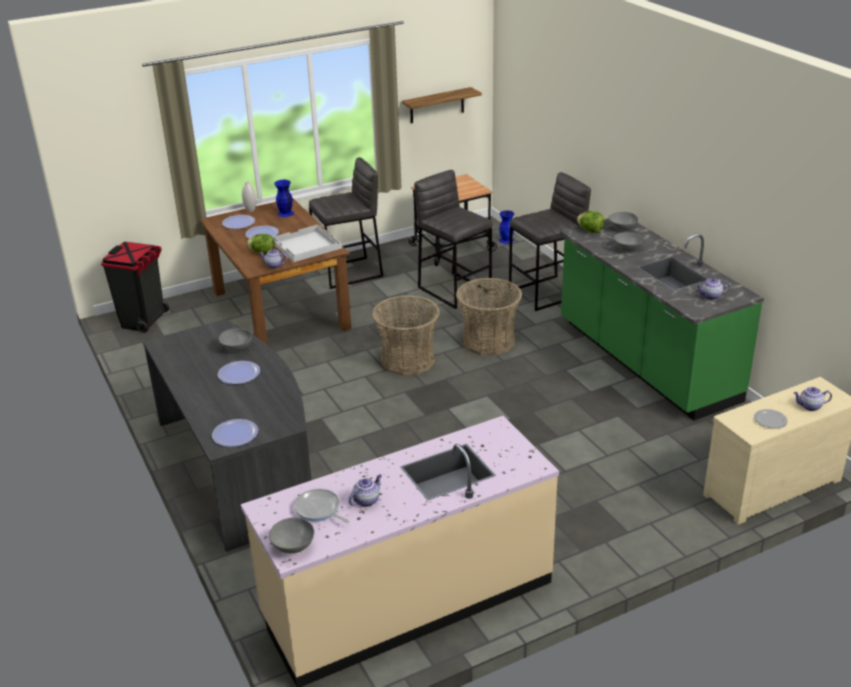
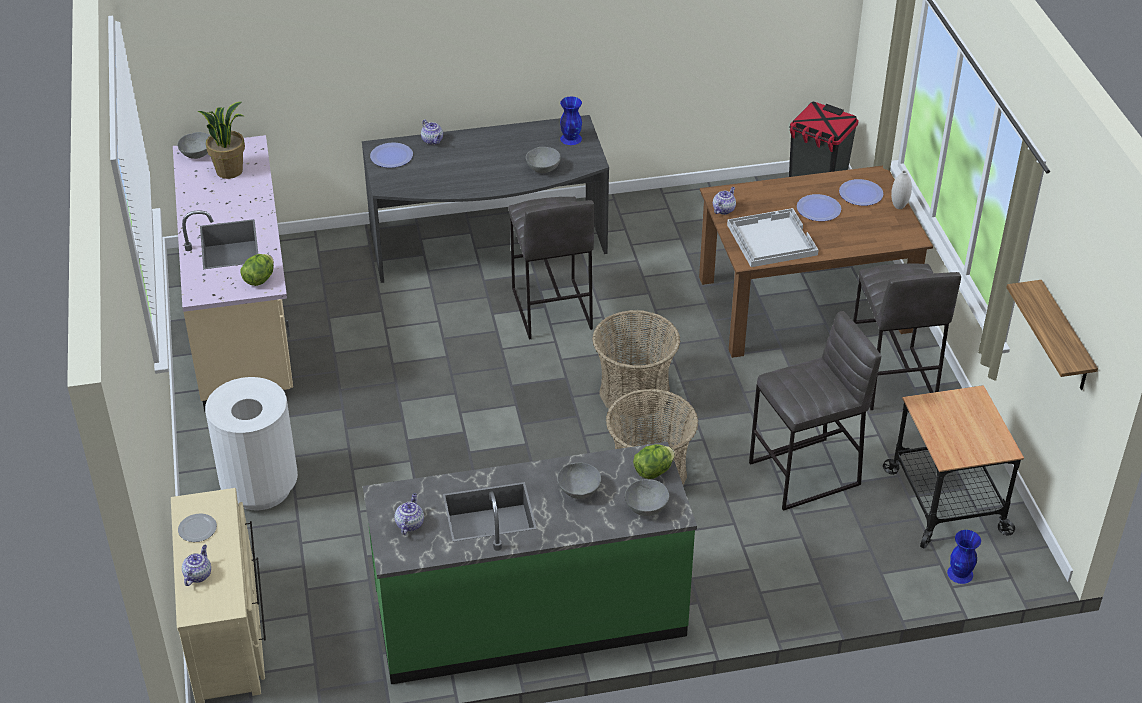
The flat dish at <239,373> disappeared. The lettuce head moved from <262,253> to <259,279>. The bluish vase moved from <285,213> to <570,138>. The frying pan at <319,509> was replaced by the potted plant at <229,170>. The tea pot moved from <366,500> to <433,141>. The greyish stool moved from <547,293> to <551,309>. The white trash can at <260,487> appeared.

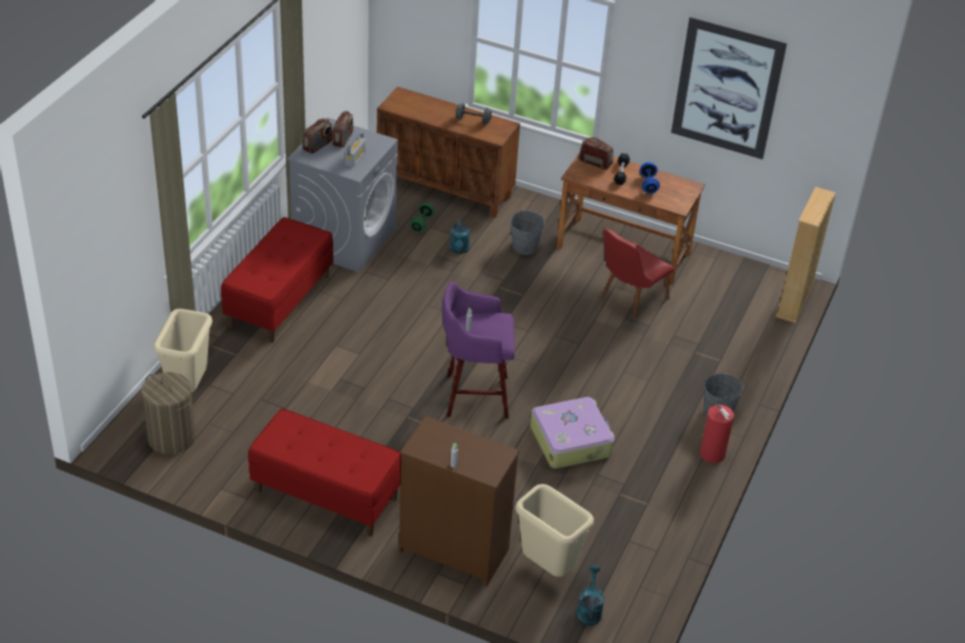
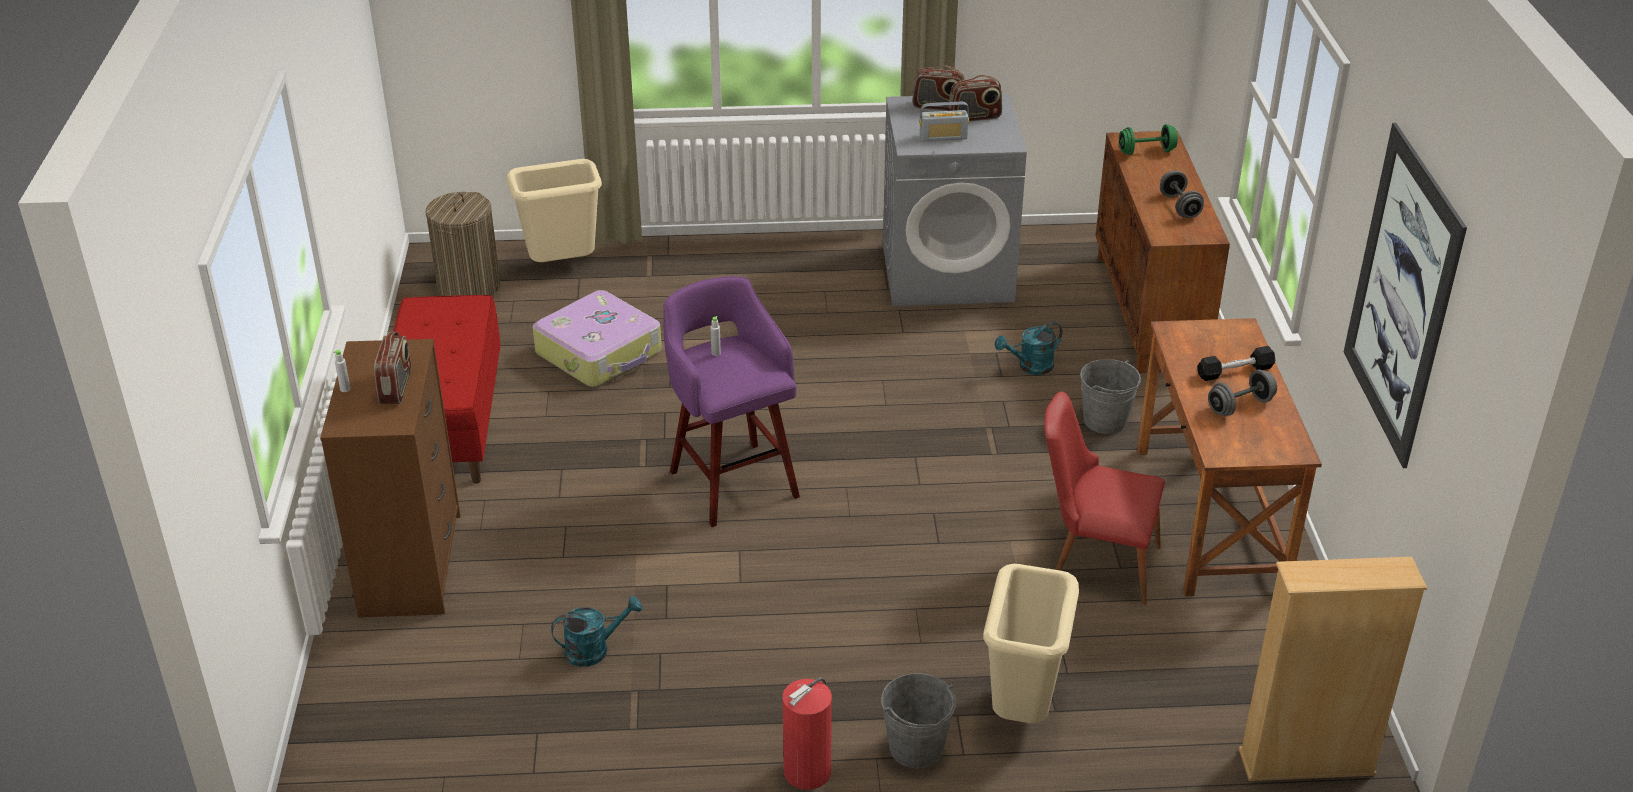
The red long seat at <279,301> disappeared. The green-coloured hand weight moved from <422,224> to <1146,151>. The beige trash can moved from <548,568> to <1022,711>. The piece of luggage moved from <571,440> to <600,353>. The blue-green watering can moved from <589,610> to <594,649>. The radio receiver moved from <595,163> to <396,387>. The bluish hand weight at <648,185> became the greyish hand weight at <1240,406>.

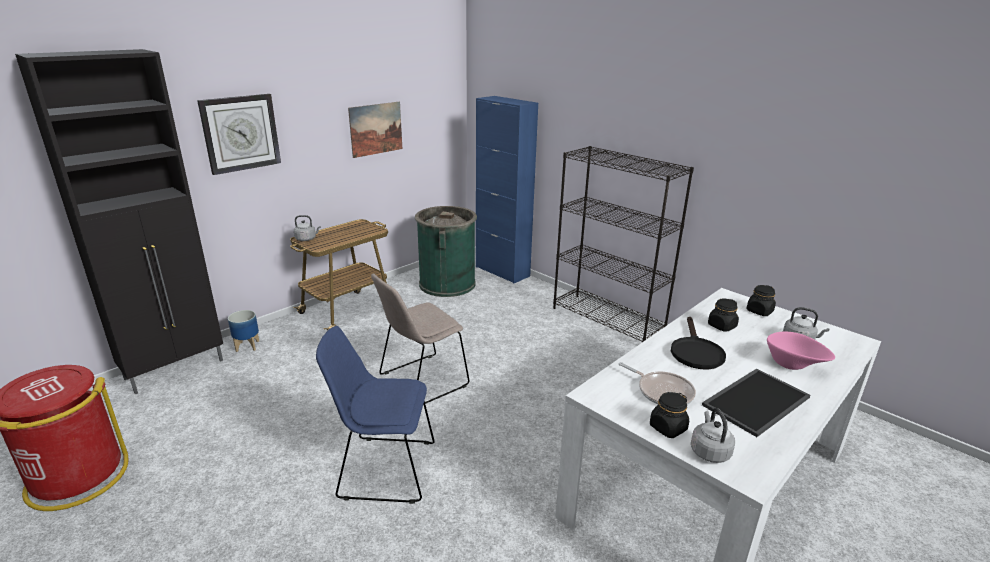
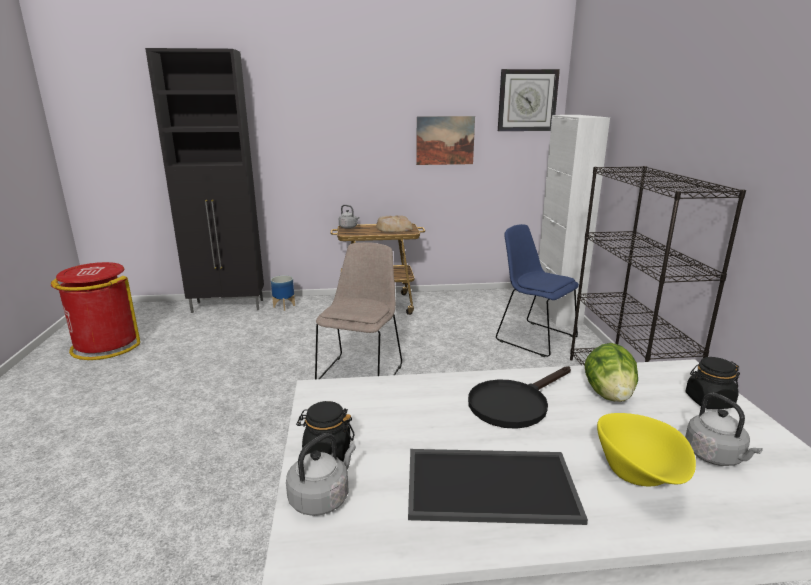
The wall clock moved from <240,133> to <527,100>. The bluish chair moved from <383,469> to <533,337>. The beige chair at <421,381> turned 105 degrees clockwise. The green-coloured trash can at <447,284> disappeared. The bluish storage cabinet at <502,271> became the white storage cabinet at <557,313>. The frying pan at <662,391> disappeared. The blackish preserve jar at <721,326> was replaced by the lettuce head at <609,394>. The pinkish deep dish at <793,365> became the yellow-coloured deep dish at <640,478>. The baked bread at <393,228> appeared.

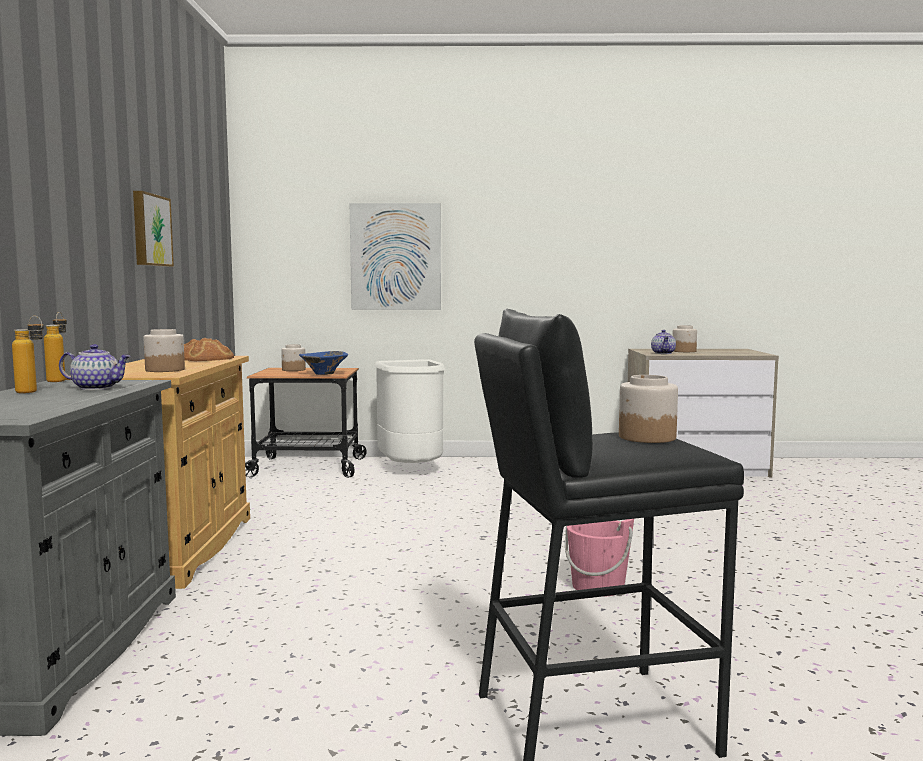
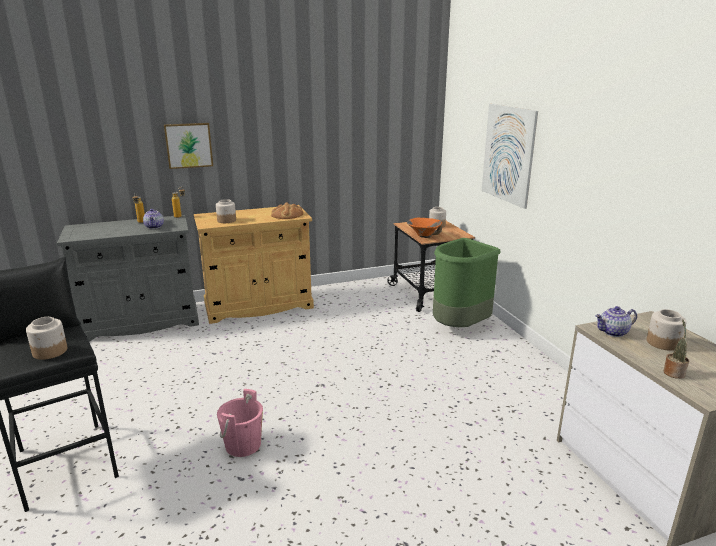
The wall picture moved from <150,230> to <188,145>. The bluish deep dish at <323,374> became the orangey deep dish at <424,236>. The white trash can at <412,470> became the green-coloured trash can at <459,327>. The potted plant at <673,372> appeared.

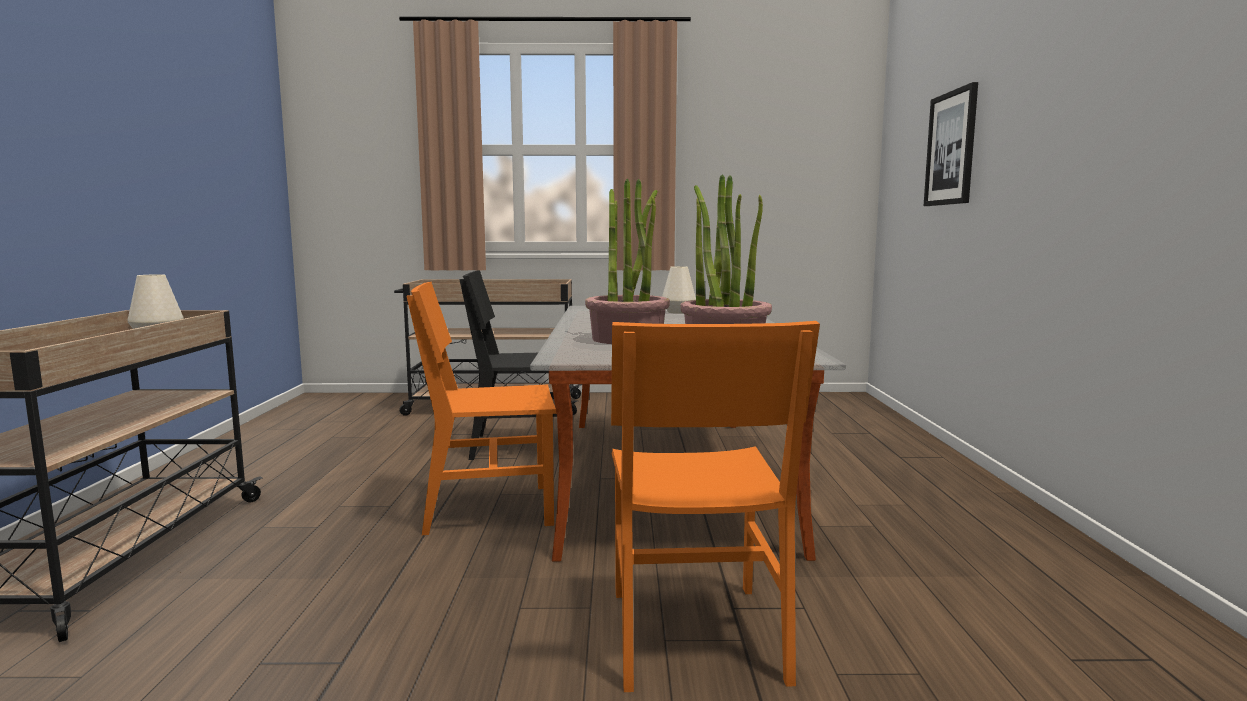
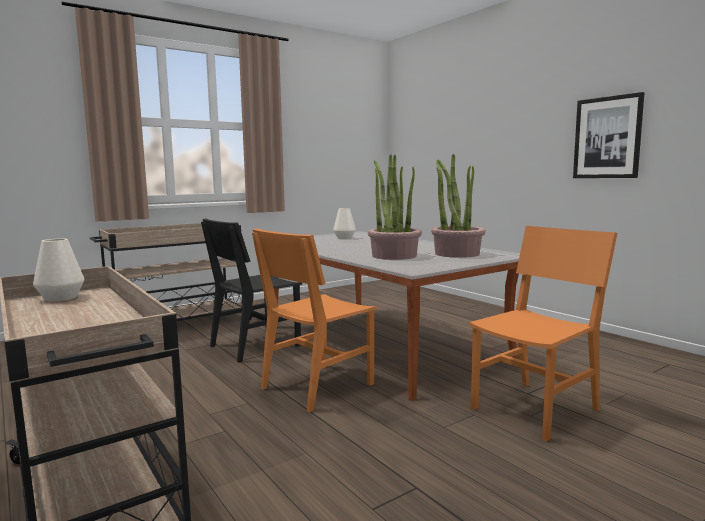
The orangey chair at <694,634> turned 90 degrees counterclockwise. The wall picture moved from <951,148> to <607,137>.

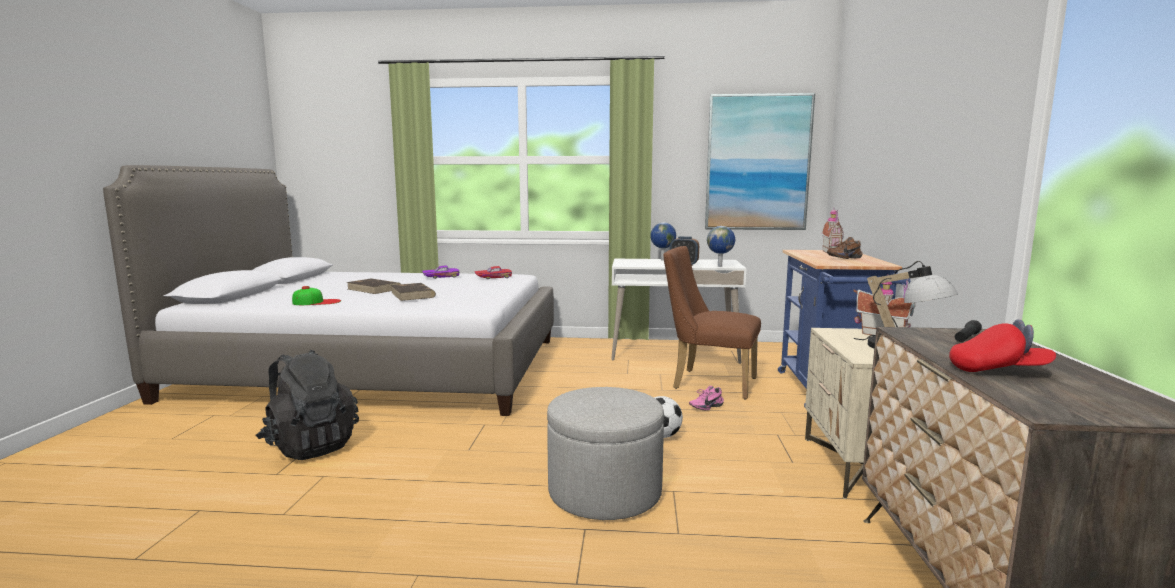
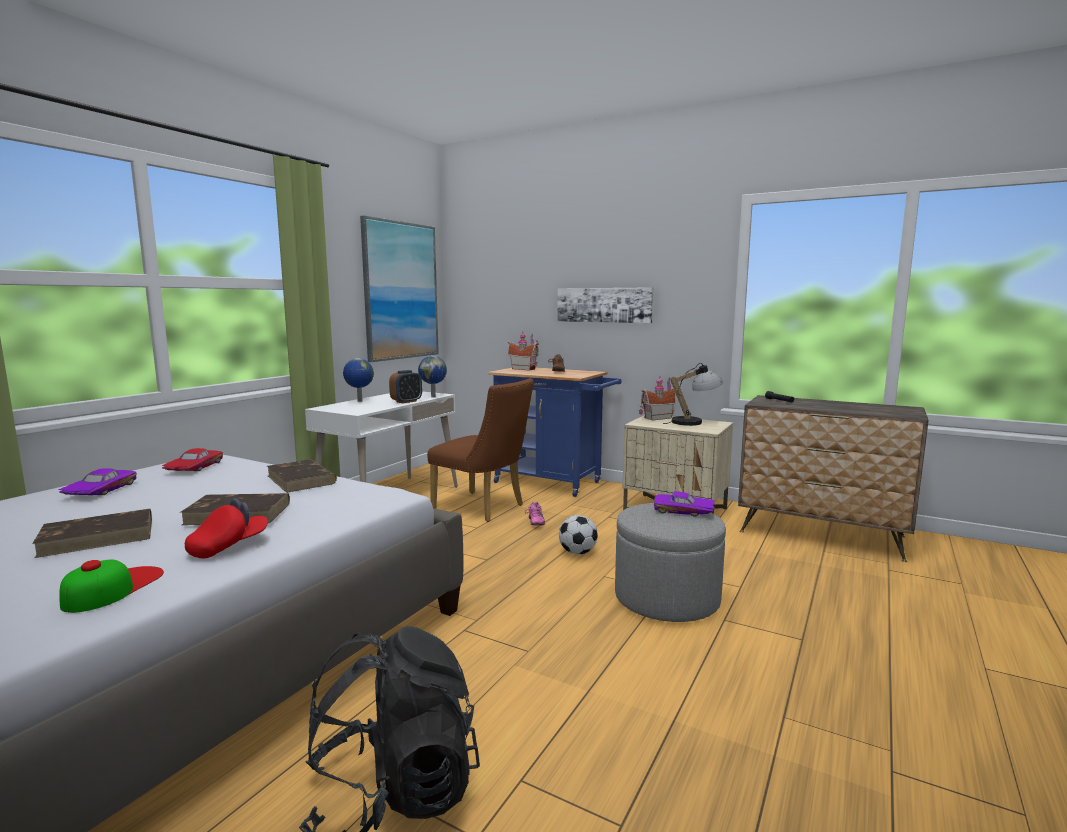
The brown chair at <708,382> turned 105 degrees counterclockwise. The red cap moved from <998,370> to <228,546>. The brown volume at <301,480> appeared. The wall picture at <604,305> appeared. The purple-coloured miniature car at <683,511> appeared.

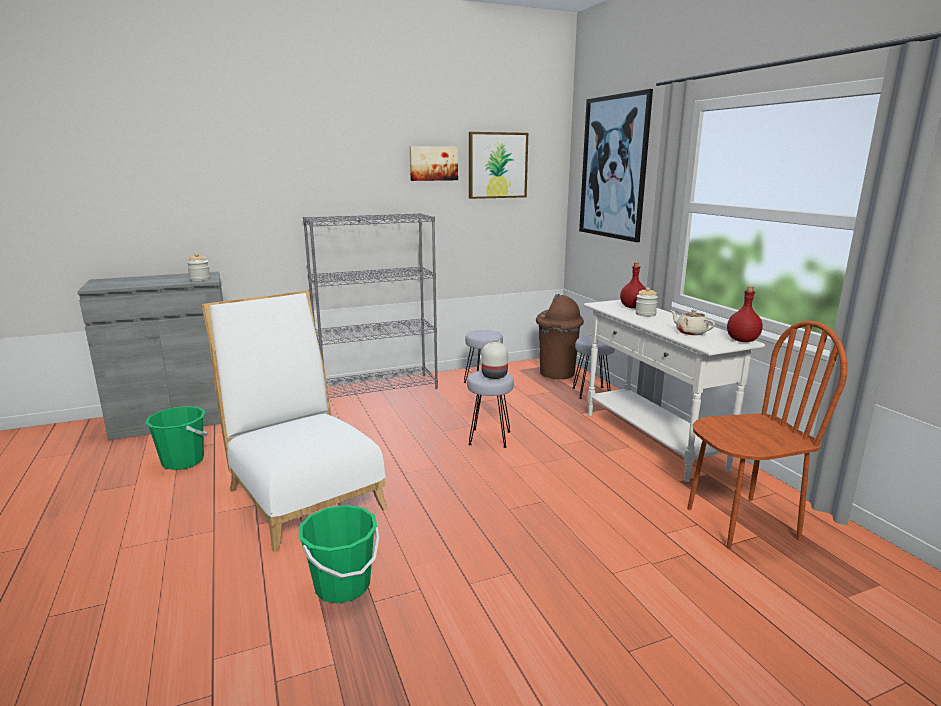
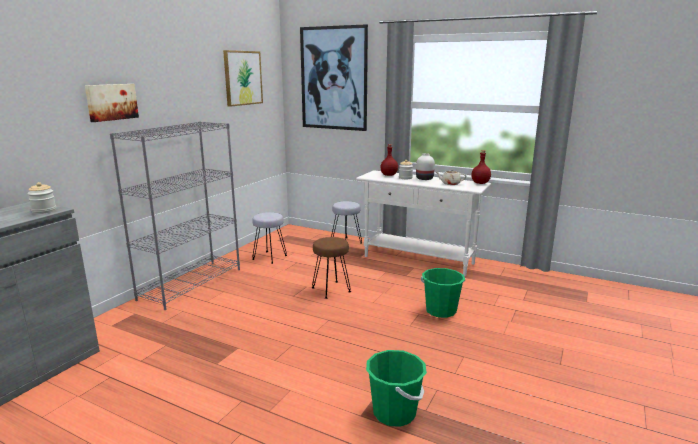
The green-coloured water bucket moved from <183,461> to <441,311>. The white chair at <302,493> disappeared. The wall picture moved from <433,163> to <111,102>. The greyish stool at <489,438> became the brown stool at <331,289>. The white vase moved from <494,376> to <425,178>. The brown trash can at <556,373> disappeared. The brown chair at <741,523> disappeared.

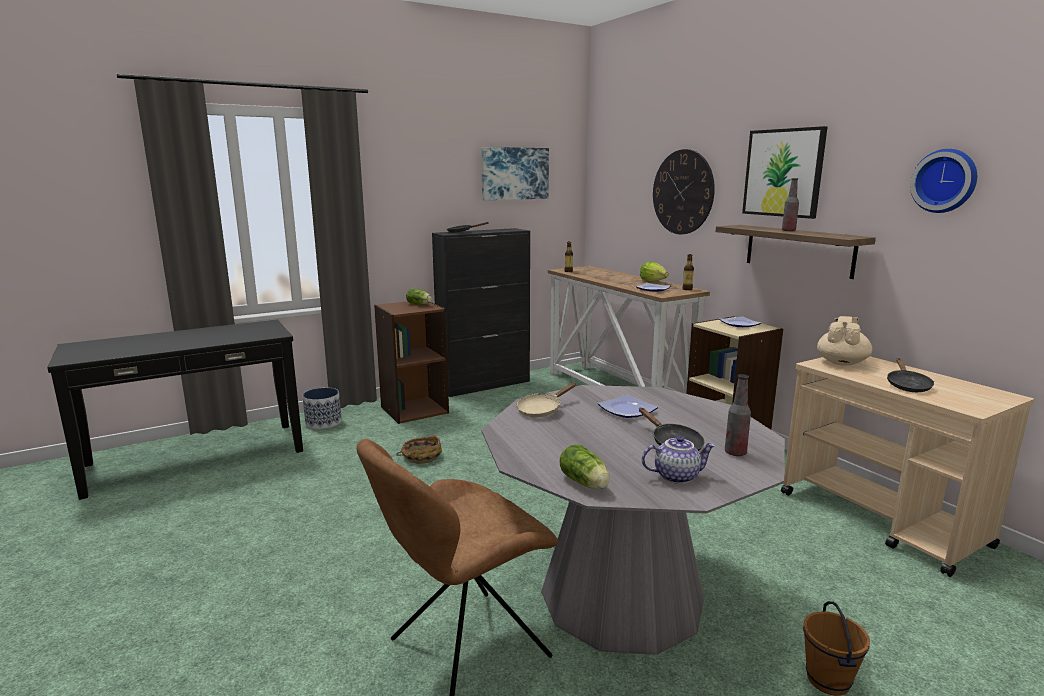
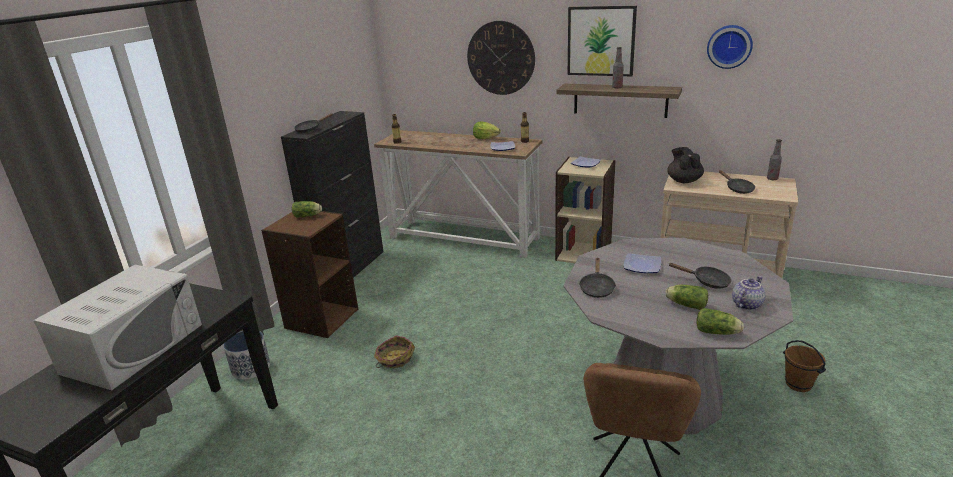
The wall picture at <514,173> disappeared. The beige frying pan at <542,410> became the blackish frying pan at <596,288>. The beverage bottle moved from <735,453> to <772,179>. The beige tea pot at <841,362> became the blackish tea pot at <684,181>. The white microwave oven at <134,348> appeared. The lettuce head at <685,305> appeared.

